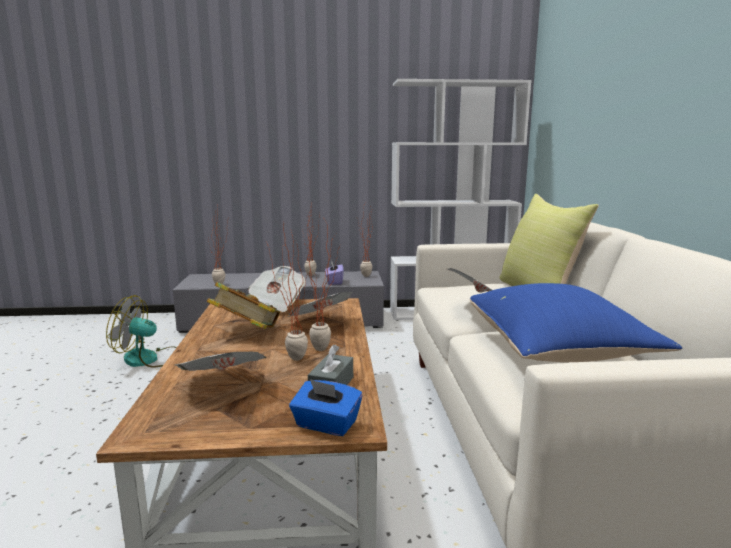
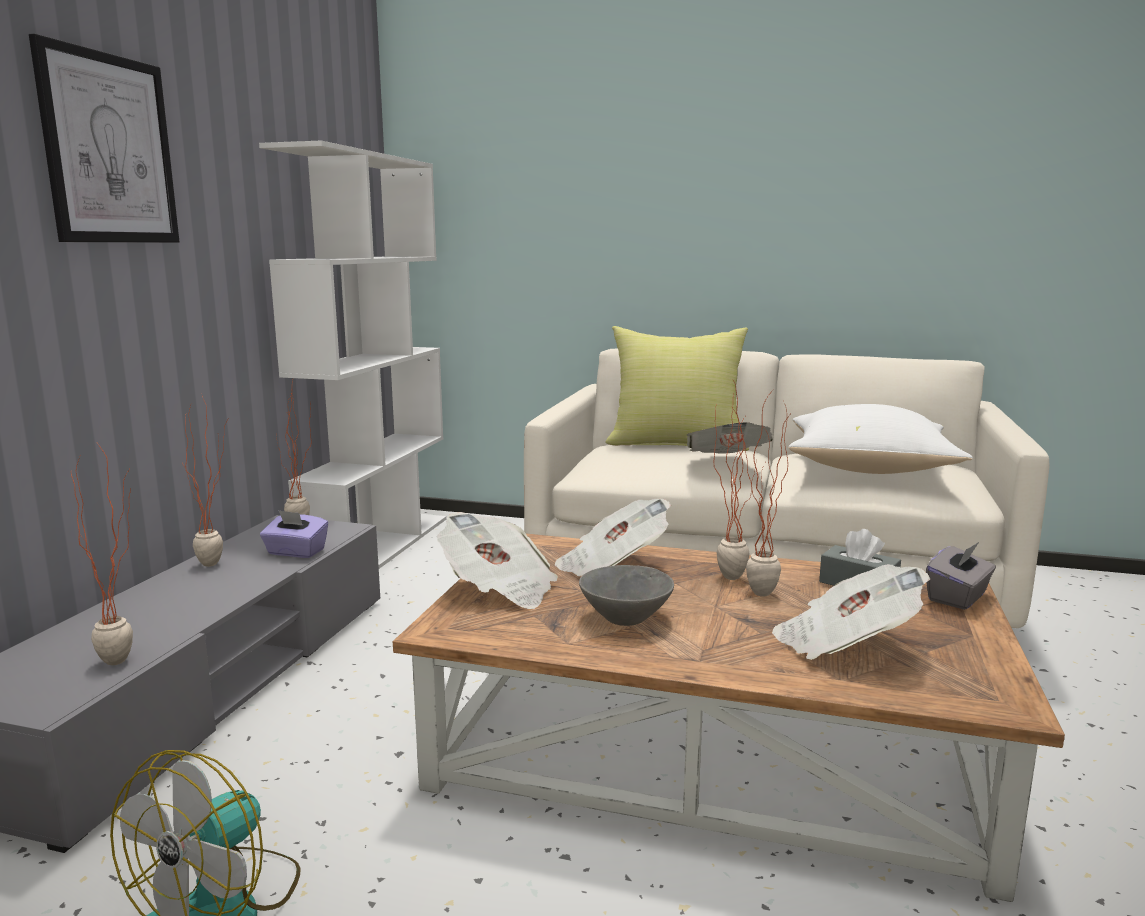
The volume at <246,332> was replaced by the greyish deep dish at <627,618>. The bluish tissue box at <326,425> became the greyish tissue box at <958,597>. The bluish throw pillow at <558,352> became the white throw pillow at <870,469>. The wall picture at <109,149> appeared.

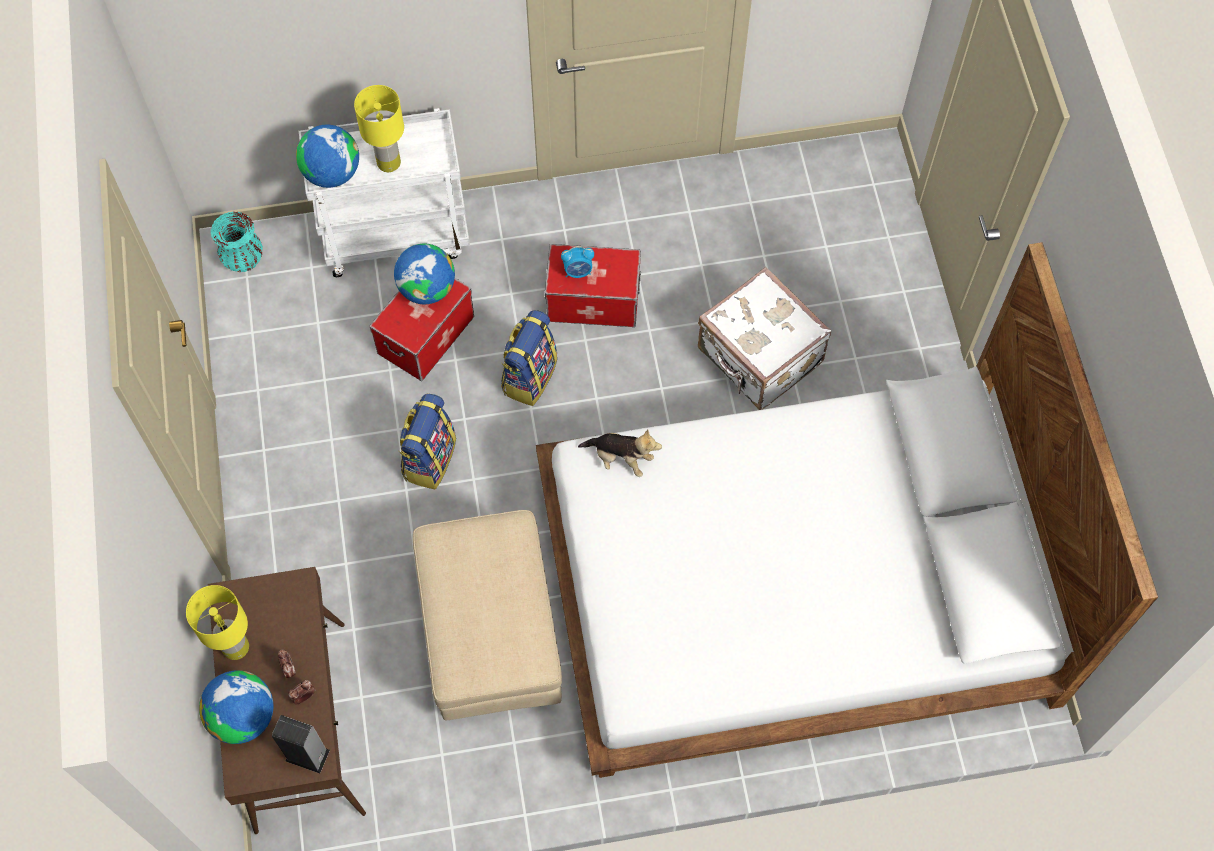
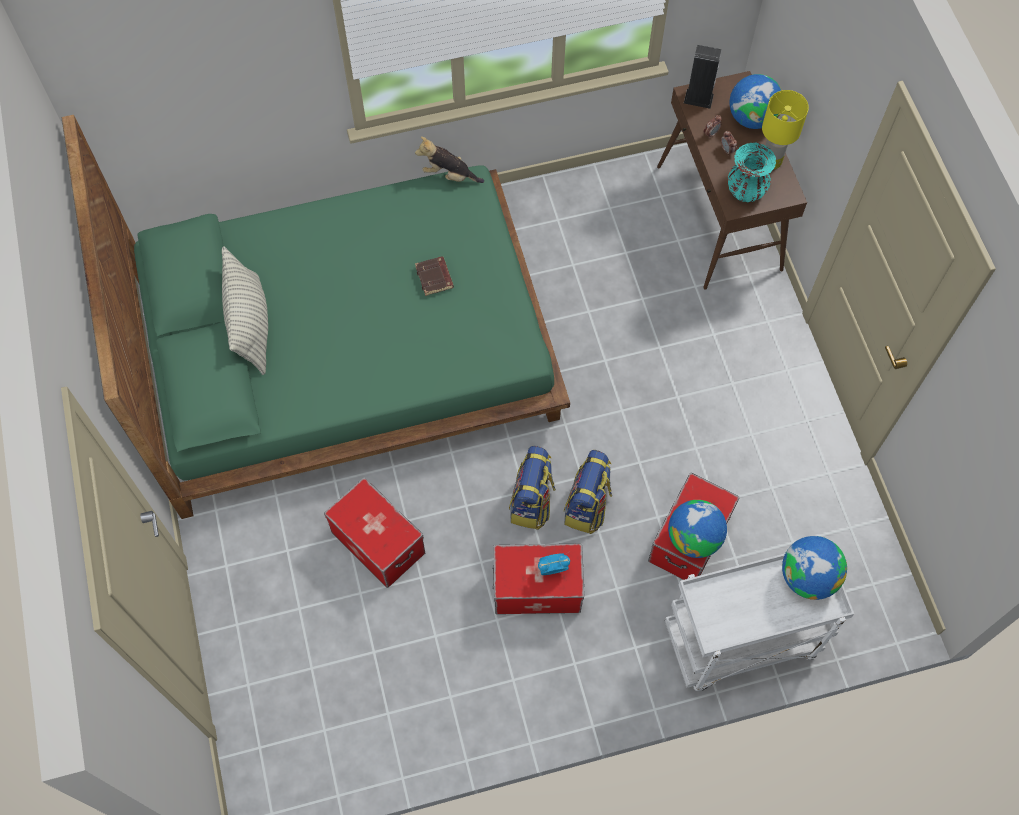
The blue-green vase moved from <243,260> to <746,191>. The yellow-coloured lamp for a table at <389,163> disappeared. The knapsack moved from <429,458> to <532,503>. The beige footrest at <492,633> disappeared. The white bed at <793,585> became the green-coloured bed at <347,346>. The soft toy moved from <620,459> to <449,175>. The white piece of luggage at <758,358> was replaced by the storage box at <377,542>. The throw pillow at <250,325> appeared. The brown volume at <435,278> appeared.

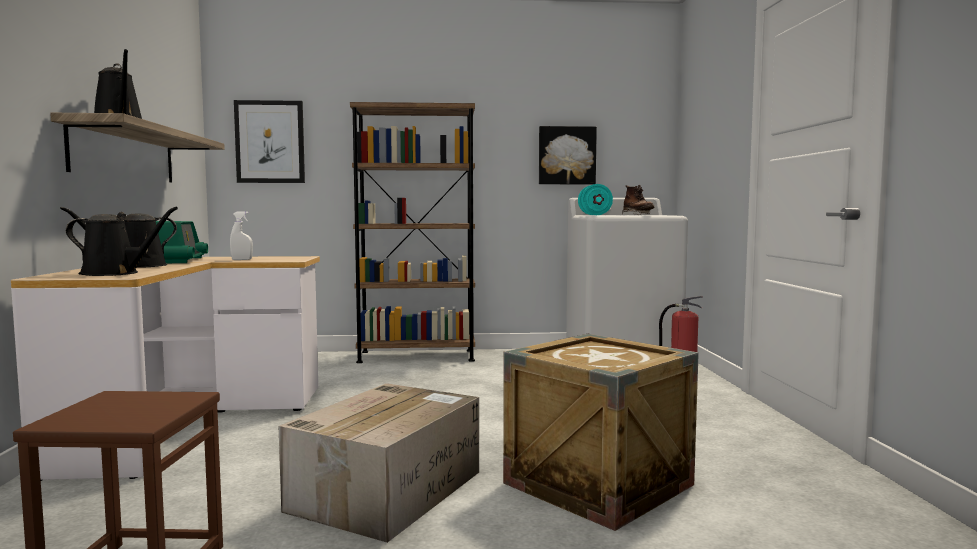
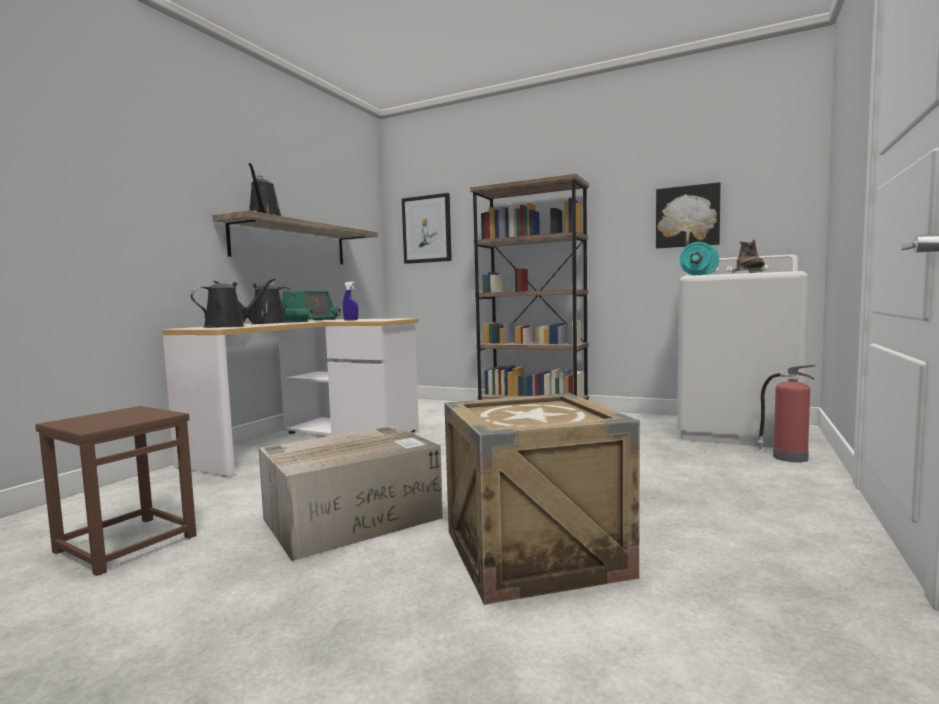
The blackish watering can at <115,273> turned 75 degrees counterclockwise. The white sprayer at <241,260> became the bluish sprayer at <351,320>.

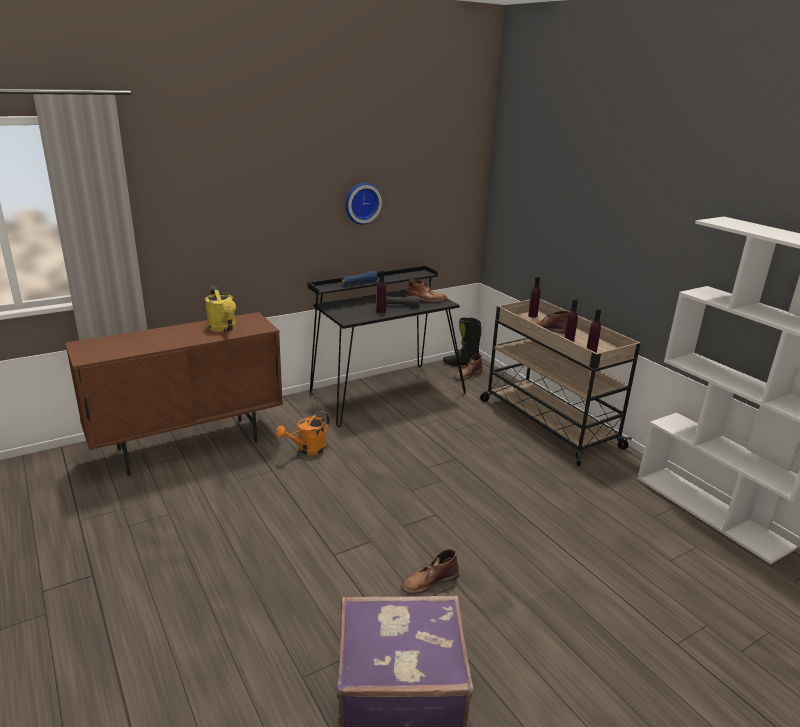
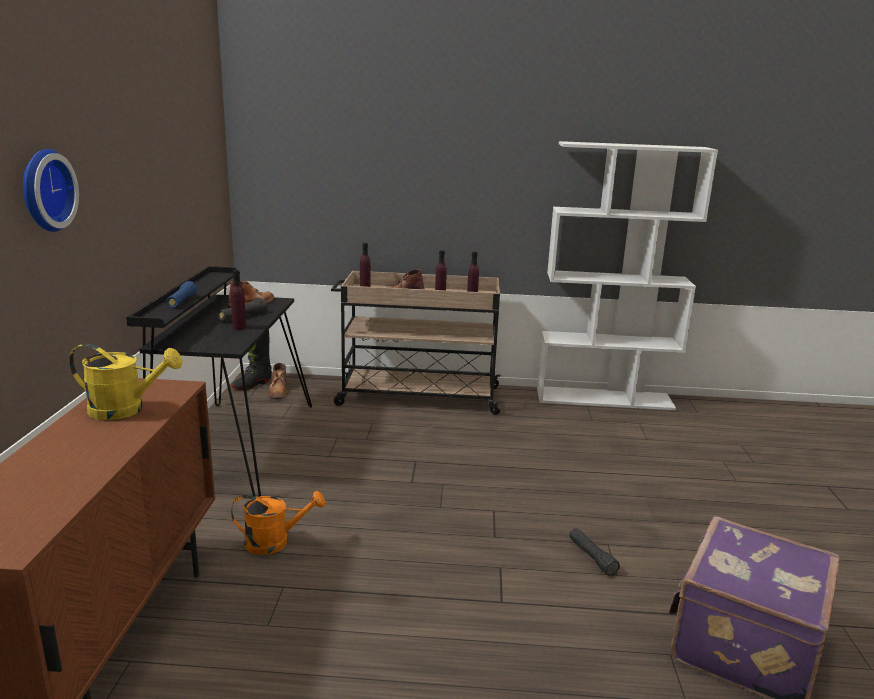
The orangey watering can at <307,450> turned 90 degrees counterclockwise. The wall clock moved from <361,203> to <43,190>. The brown tall boot at <429,581> was replaced by the blackish torch at <592,557>.

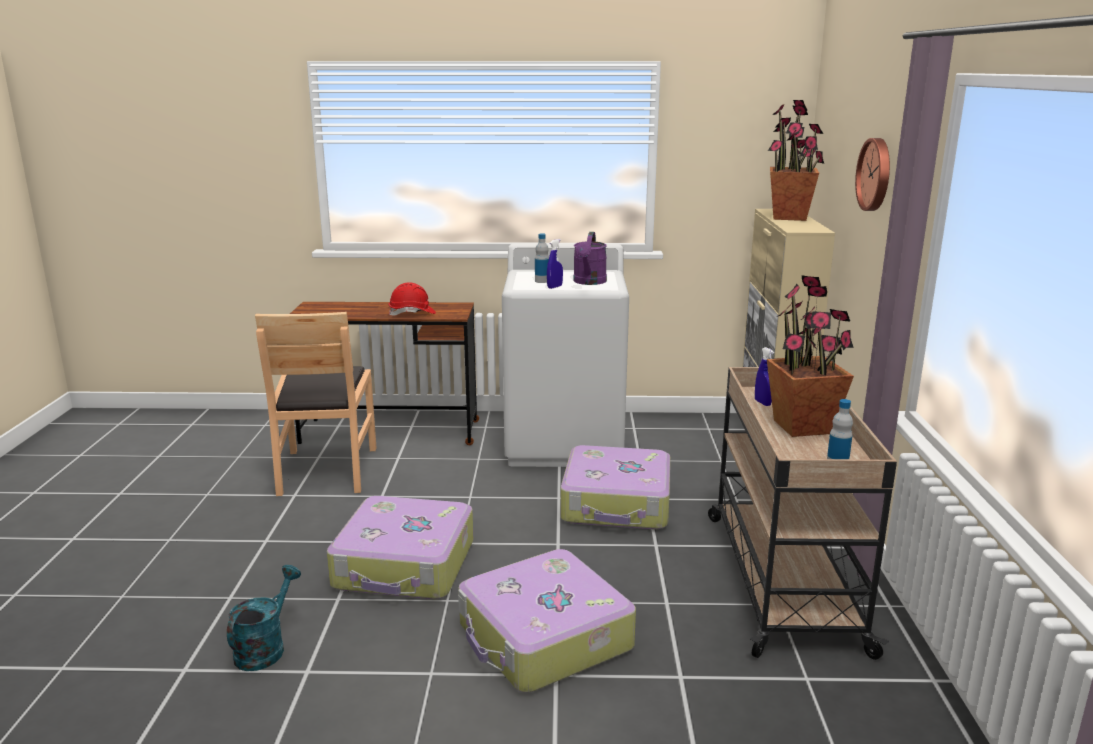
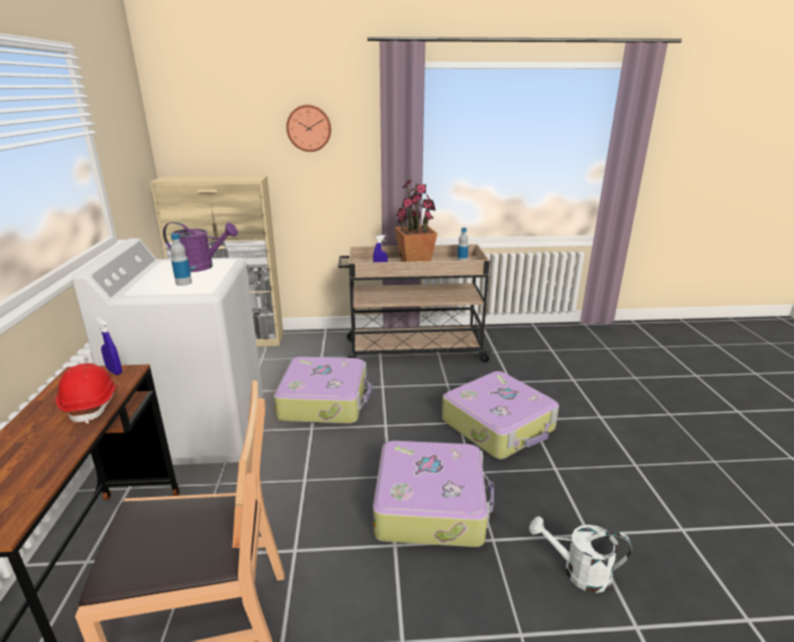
The blue-green watering can at <265,648> became the white watering can at <578,572>. The bluish sprayer moved from <554,287> to <114,371>. The potted plant at <789,217> disappeared.

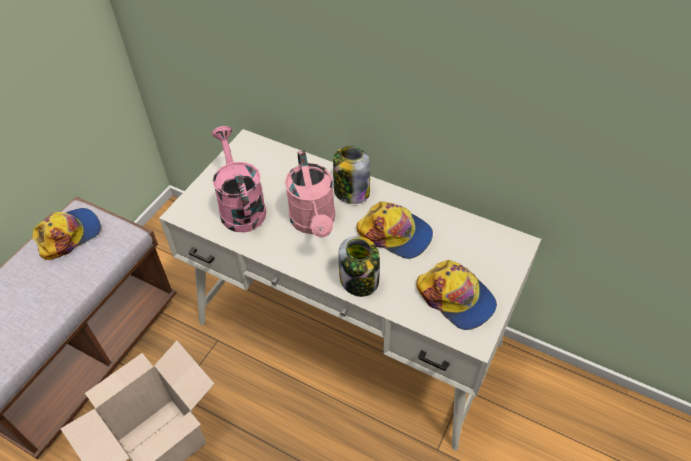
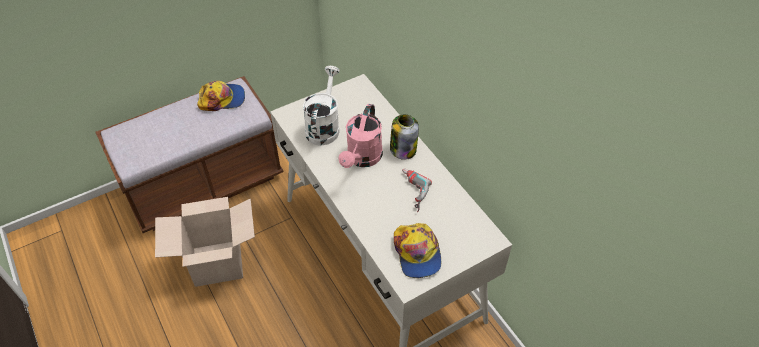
The pinkish watering can at <240,206> became the white watering can at <324,126>. The preserve jar at <359,280> disappeared. The cap at <395,234> was replaced by the power drill at <410,191>.

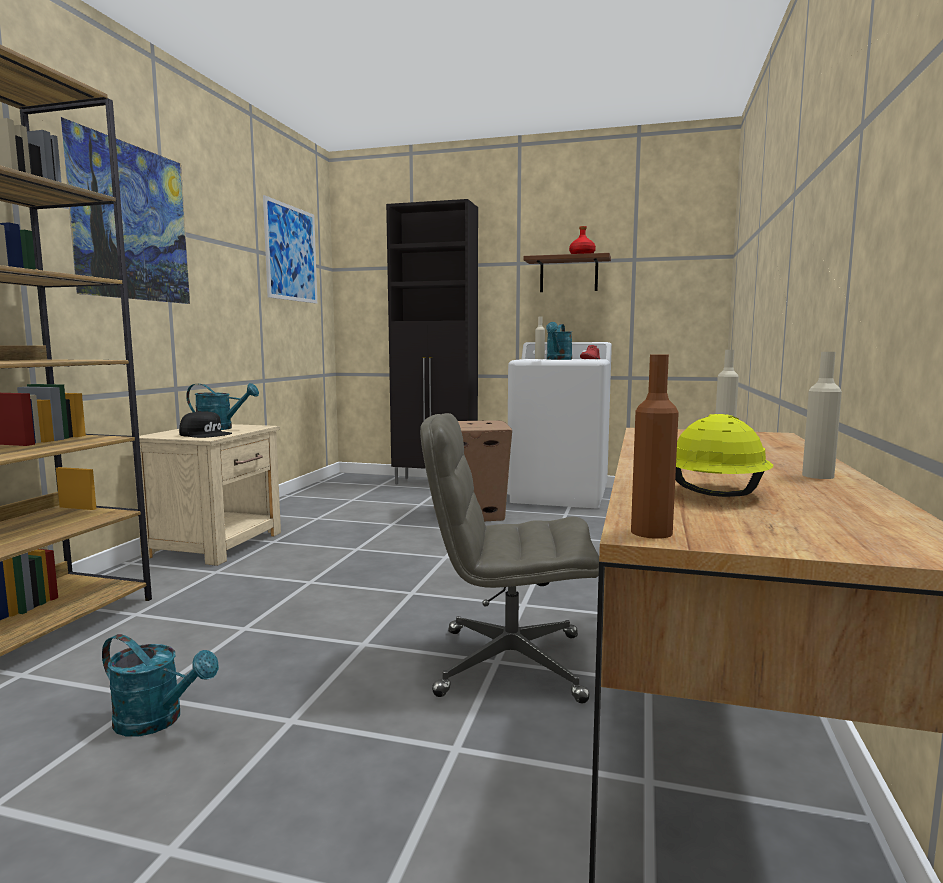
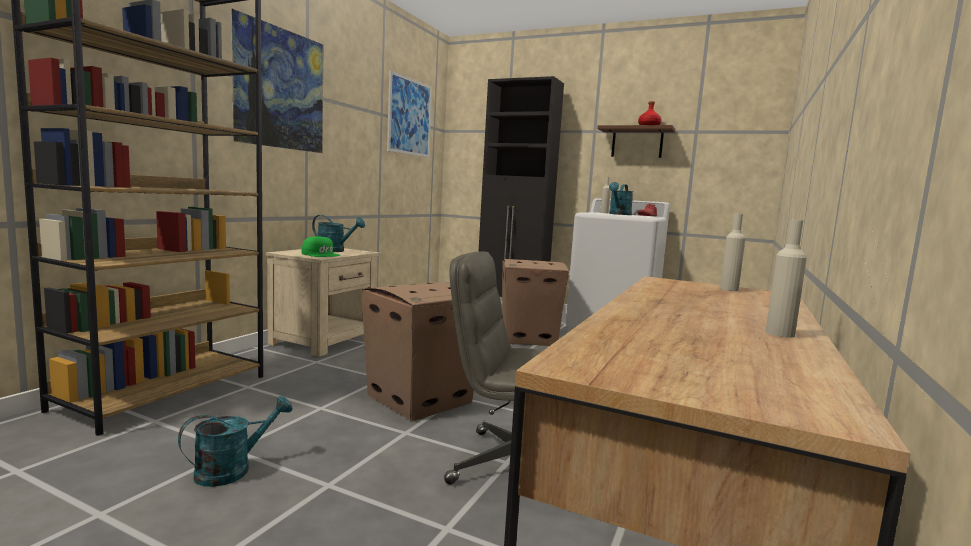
The blue-green watering can at <158,721> turned 75 degrees counterclockwise. The blackish cap at <206,434> became the green-coloured cap at <321,254>. The brown beverage bottle at <651,532> disappeared. The yellow-coloured work helmet at <716,493> disappeared. The cardboard box at <421,399> appeared.

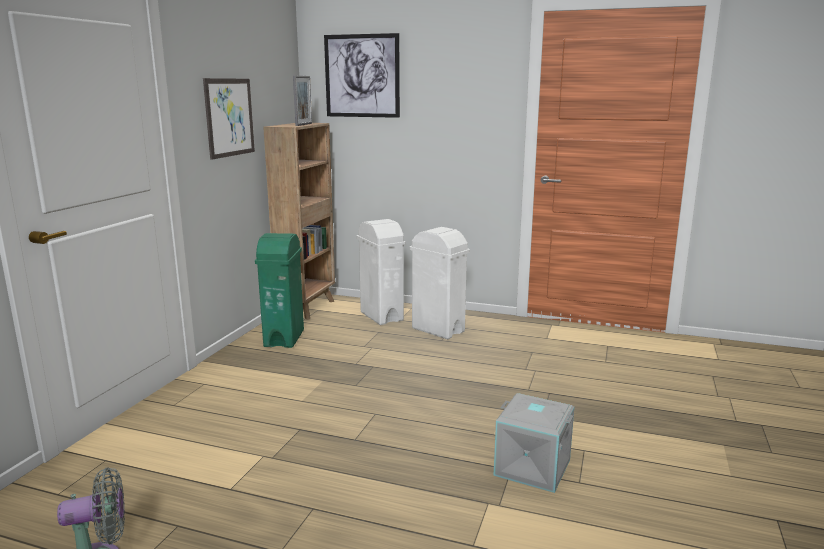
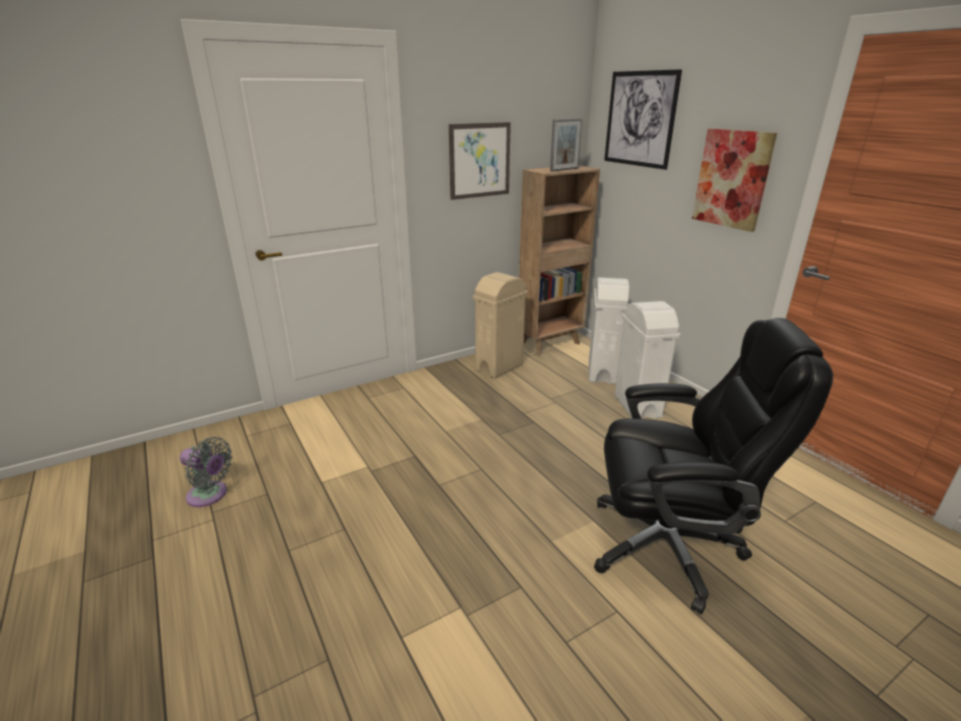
The green-coloured trash can at <284,338> became the beige trash can at <500,367>. The greyish storage box at <531,468> disappeared. The blackish computer chair at <668,546> appeared. The wall picture at <732,179> appeared.

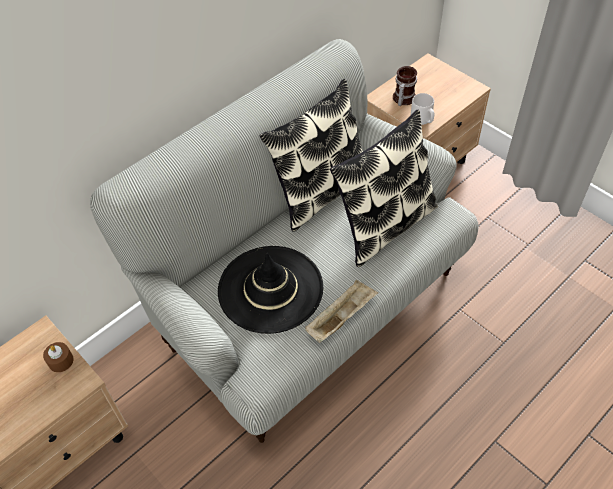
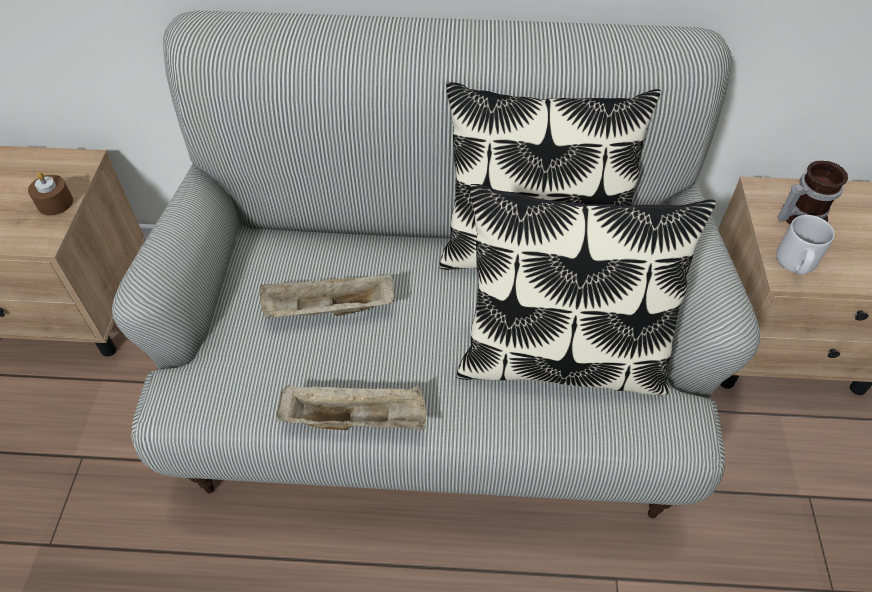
The blackish hat at <270,289> was replaced by the beige serving tray at <327,310>.

